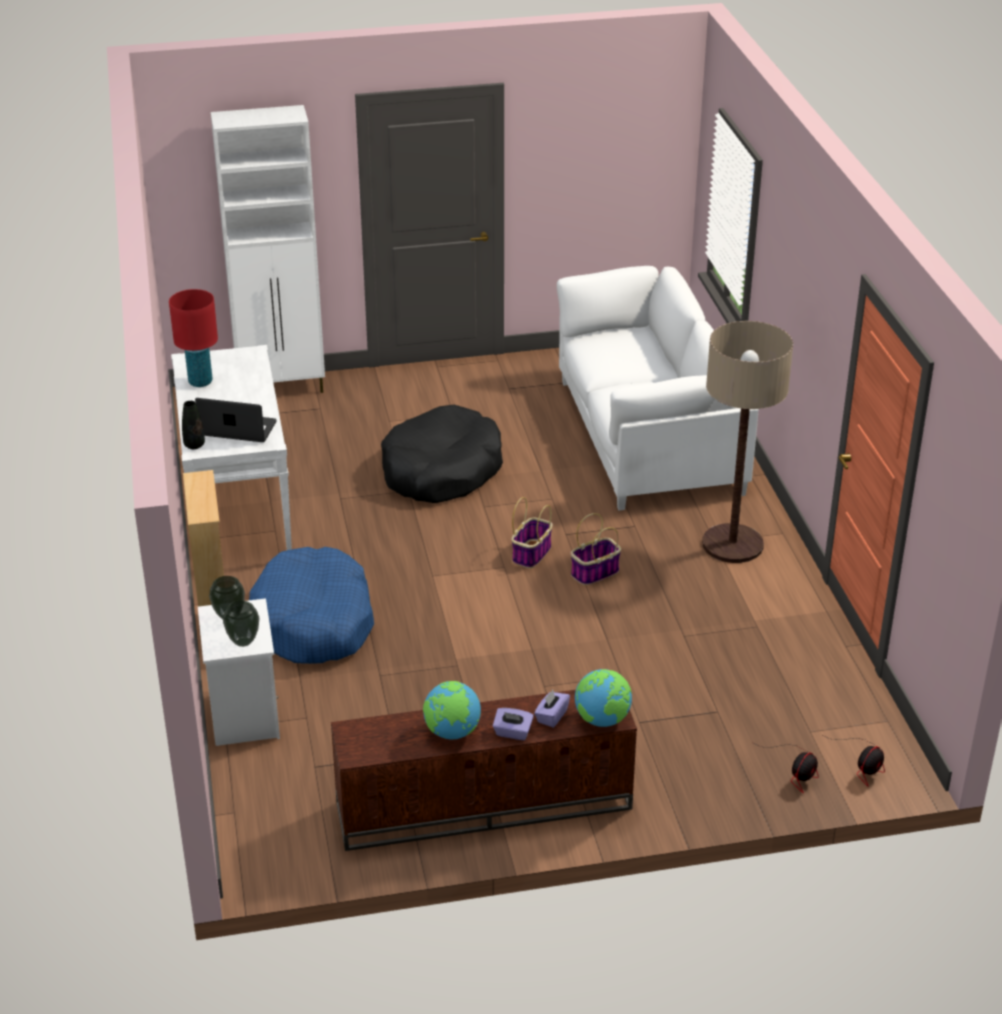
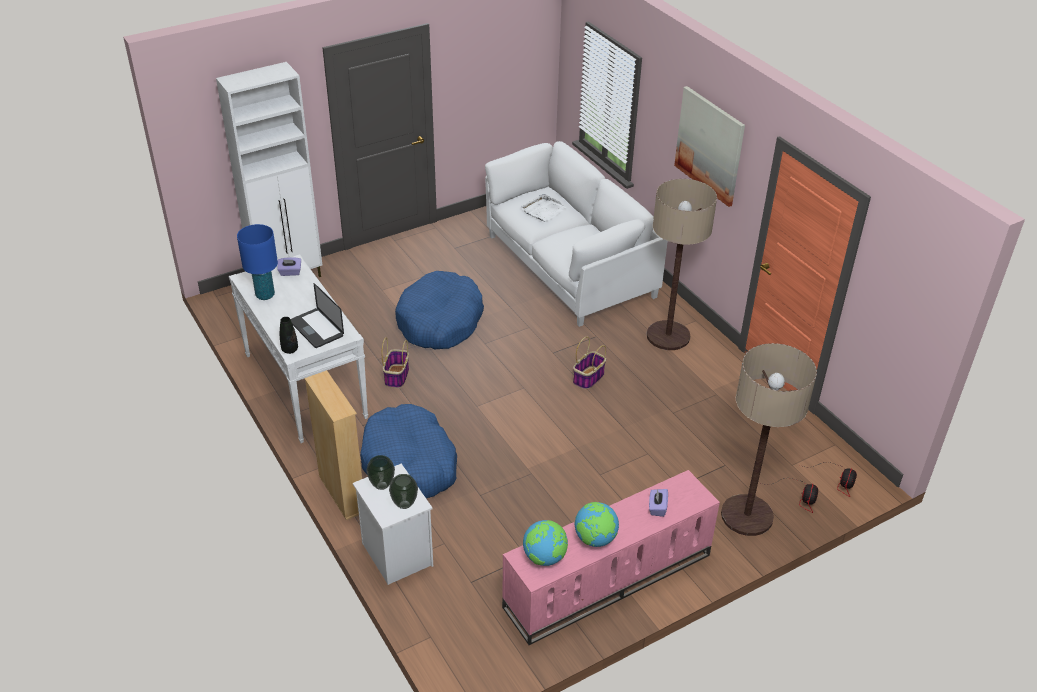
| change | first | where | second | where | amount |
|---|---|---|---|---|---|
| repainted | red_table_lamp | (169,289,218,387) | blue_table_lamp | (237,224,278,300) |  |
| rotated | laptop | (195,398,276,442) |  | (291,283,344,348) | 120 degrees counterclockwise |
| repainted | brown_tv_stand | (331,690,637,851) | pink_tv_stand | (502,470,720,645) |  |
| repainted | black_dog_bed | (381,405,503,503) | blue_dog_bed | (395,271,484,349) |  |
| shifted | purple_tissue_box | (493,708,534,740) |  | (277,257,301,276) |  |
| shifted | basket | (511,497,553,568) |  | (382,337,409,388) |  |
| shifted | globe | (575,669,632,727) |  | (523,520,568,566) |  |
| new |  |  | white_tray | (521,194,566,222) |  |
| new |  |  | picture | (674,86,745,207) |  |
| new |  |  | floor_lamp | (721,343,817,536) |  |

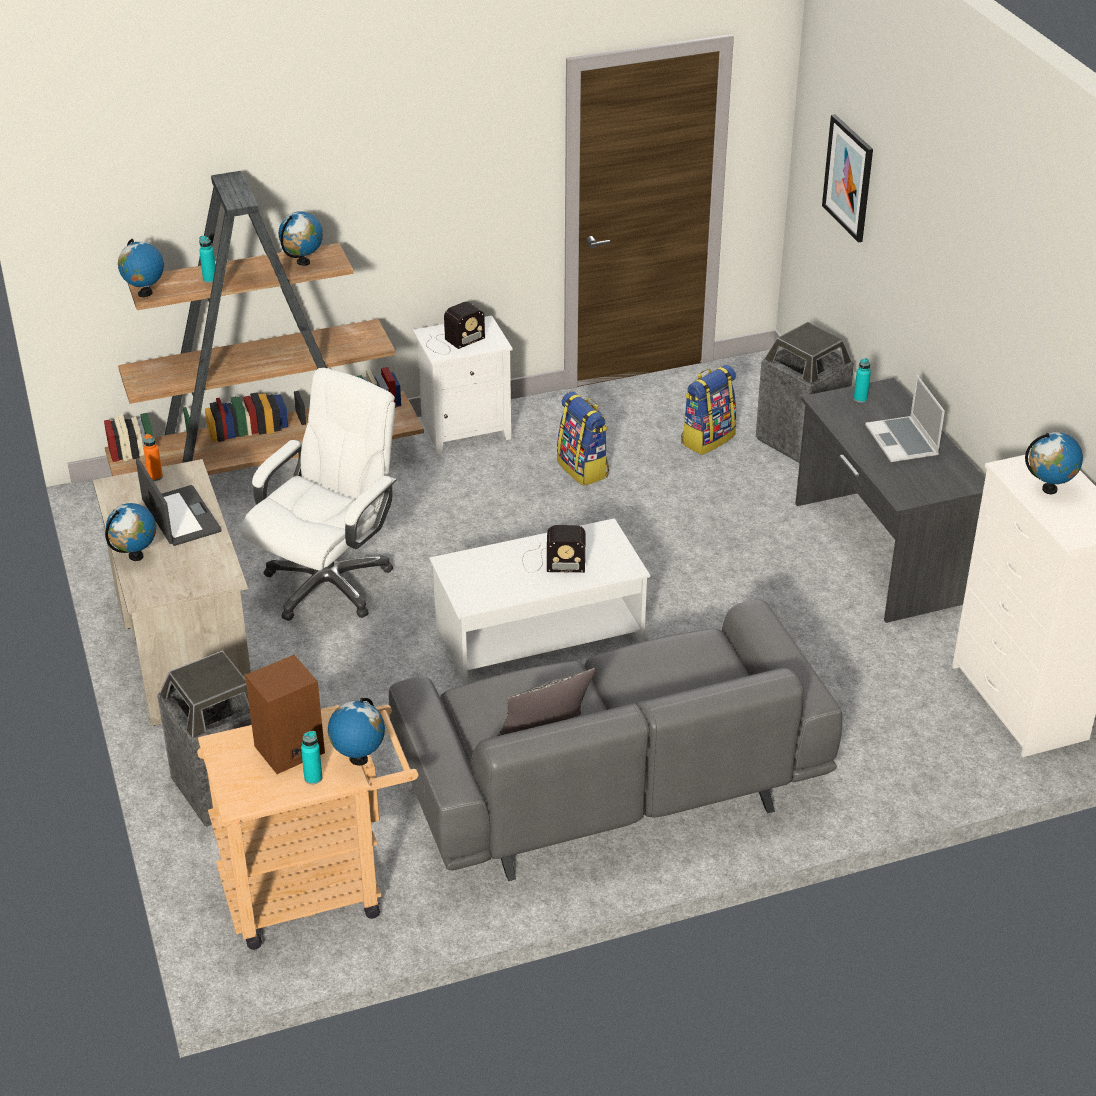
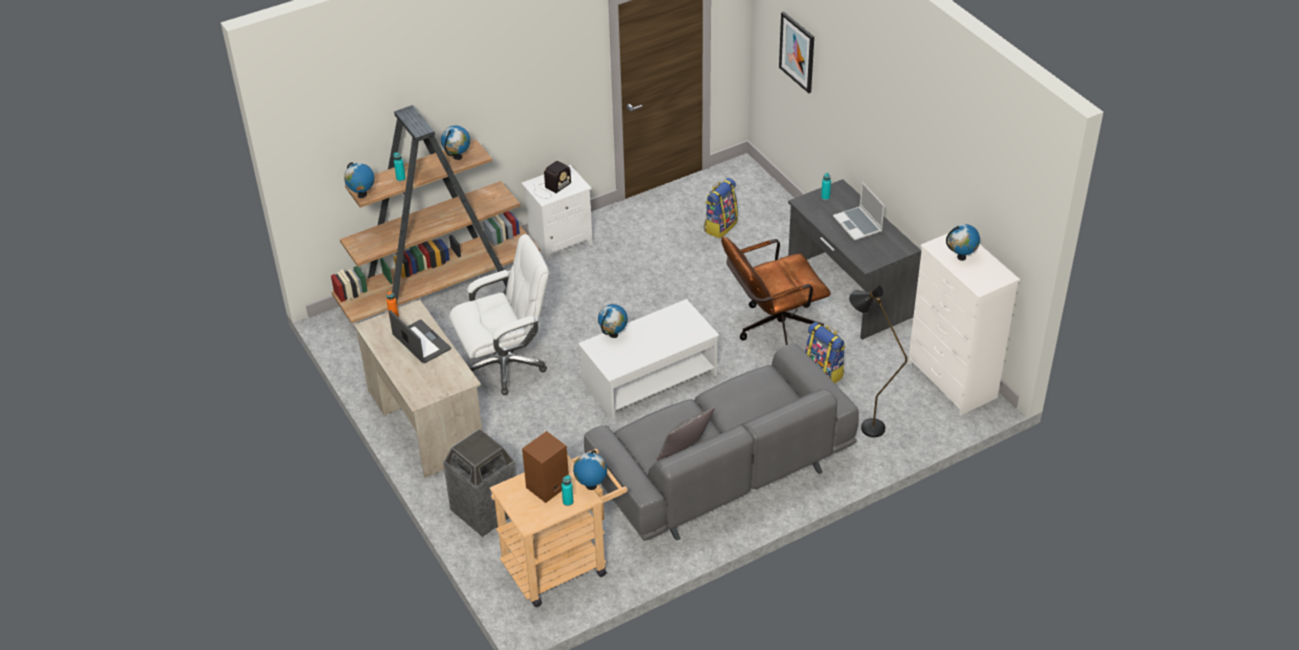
| change | first | where | second | where | amount |
|---|---|---|---|---|---|
| shifted | globe | (105,503,156,561) |  | (598,304,628,338) |  |
| rotated | white_office_chair | (241,368,397,621) |  | (449,234,549,395) | 45 degrees clockwise |
| gone | radio | (522,525,586,573) |  |  |  |
| shifted | backpack | (557,392,609,486) |  | (805,322,845,383) |  |
| gone | trash_can | (756,322,854,463) |  |  |  |
| new |  |  | brown_office_chair | (721,237,831,345) |  |
| new |  |  | black_floor_lamp | (849,286,907,437) |  |

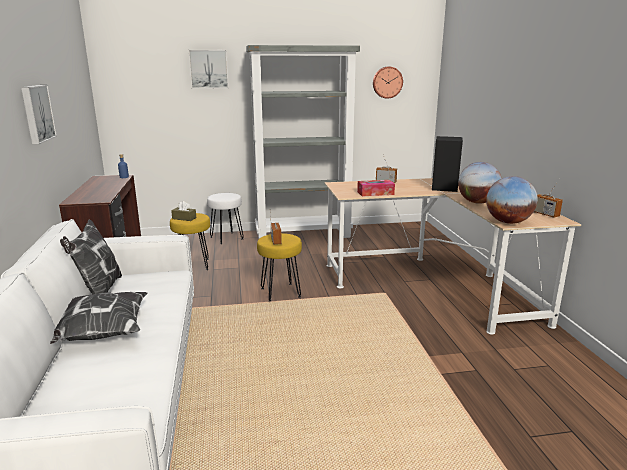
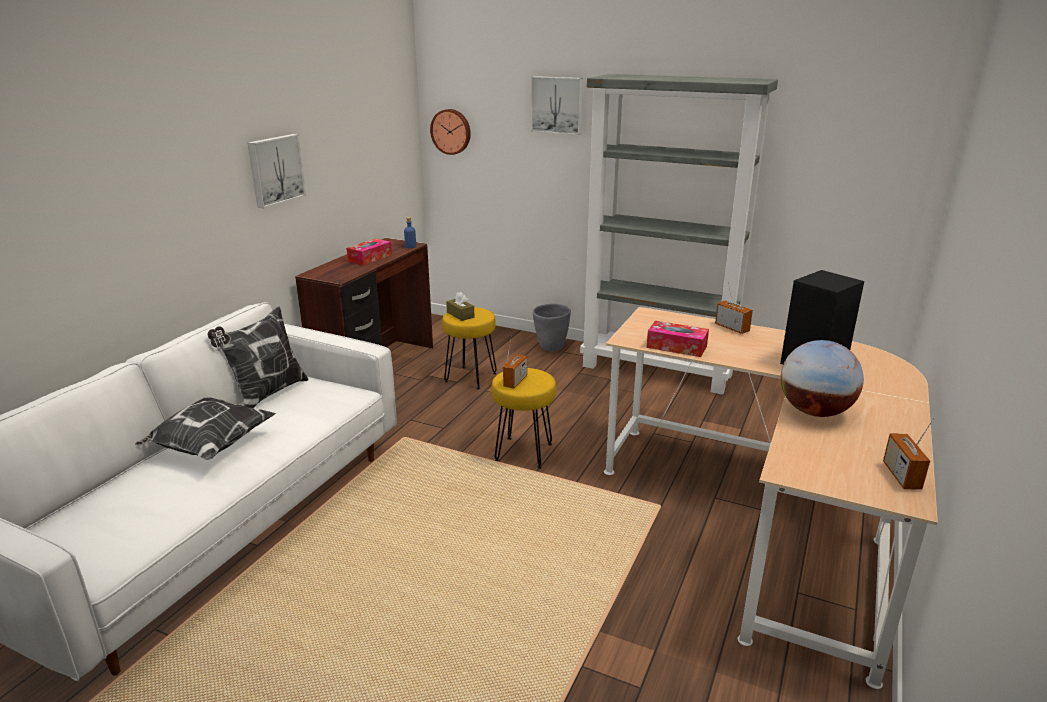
| change | first | where | second | where | amount |
|---|---|---|---|---|---|
| swapped | white_stool | (207,193,244,244) | grey_planter | (533,304,571,351) |  |
| shifted | wall_clock | (373,67,403,99) |  | (430,109,471,155) |  |
| gone | globe | (486,176,538,224) |  |  |  |
| new |  |  | tissue_box | (346,238,392,265) |  |

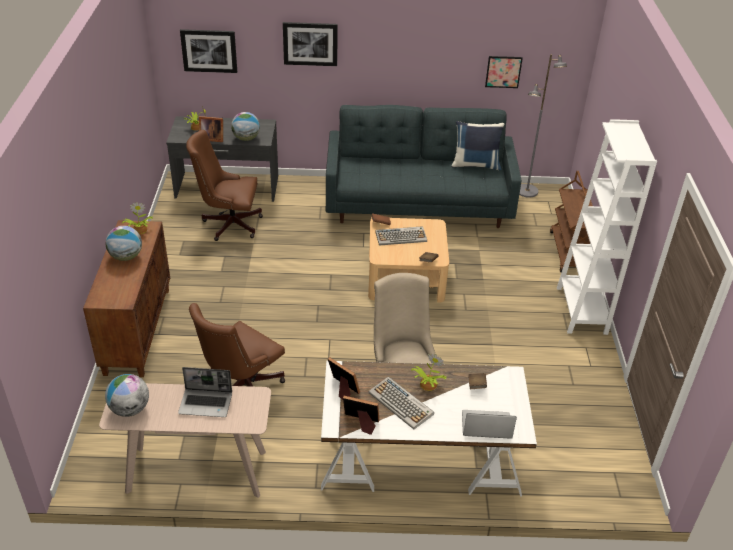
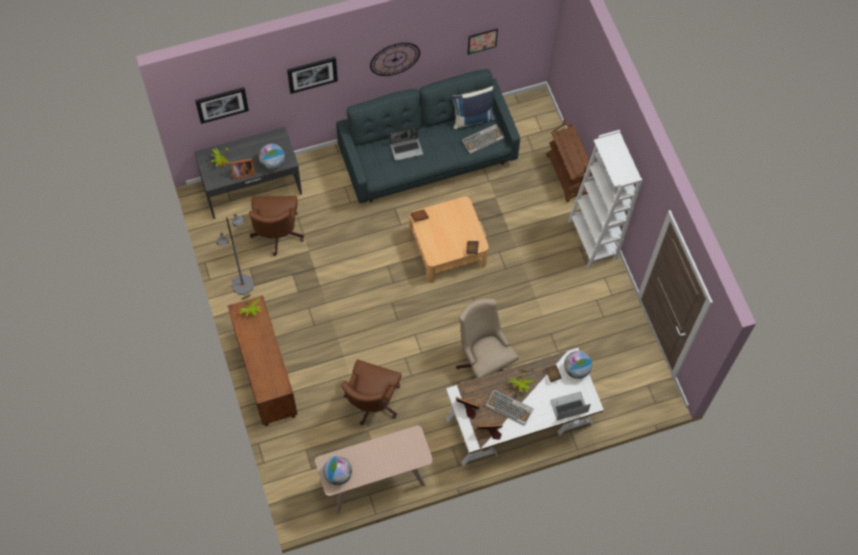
| change | first | where | second | where | amount |
|---|---|---|---|---|---|
| shifted | globe | (105,226,142,261) |  | (564,351,592,379) |  |
| shifted | laptop | (178,367,232,417) |  | (390,127,423,161) |  |
| rotated | brown_office_chair | (186,130,263,241) |  | (249,196,304,256) | 75 degrees counterclockwise |
| shifted | keyboard | (375,226,427,246) |  | (461,124,504,154) |  |
| shifted | grey_floor_lamp | (519,54,567,198) |  | (216,213,254,295) |  |
| new |  |  | wall_clock | (370,43,420,76) |  |

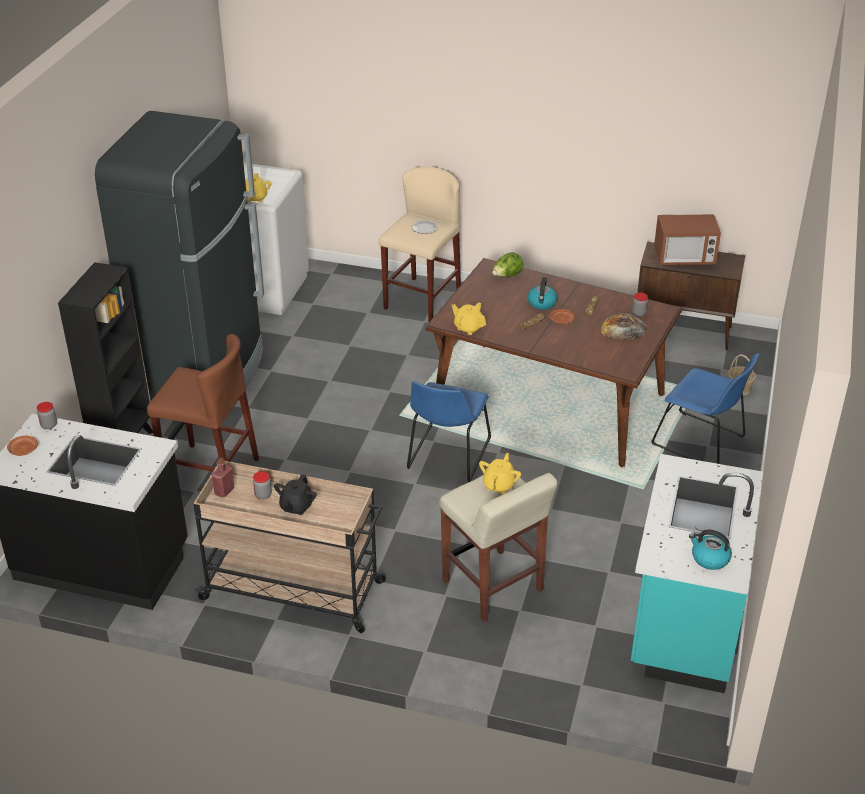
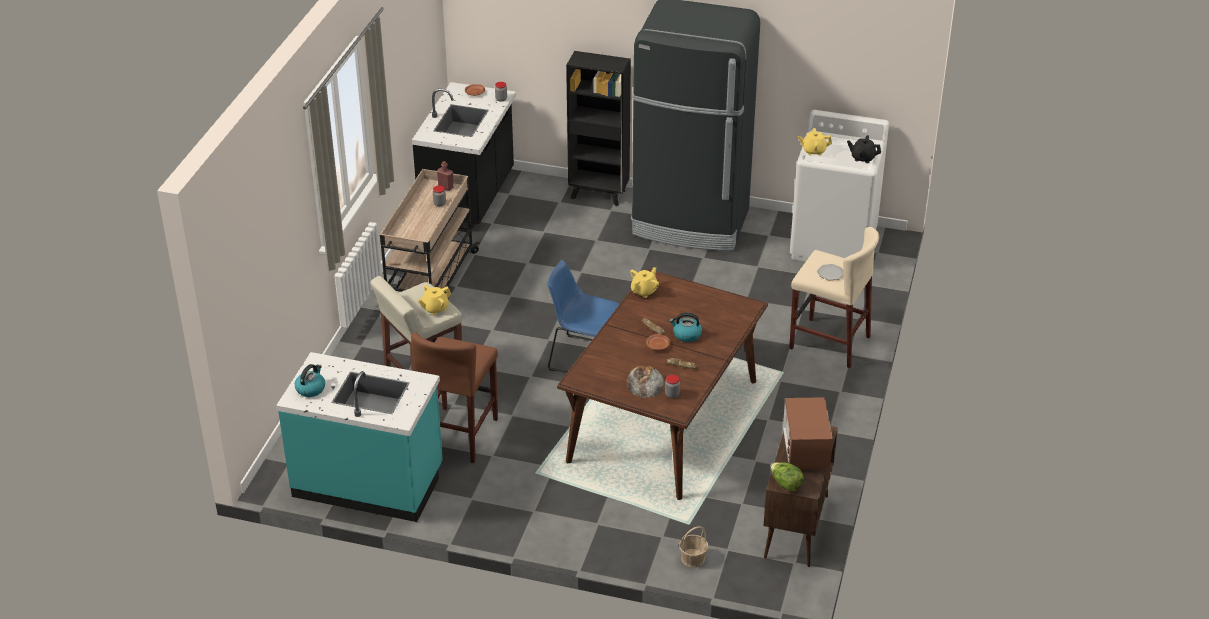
| change | first | where | second | where | amount |
|---|---|---|---|---|---|
| shifted | brown_stool | (147,334,259,472) |  | (411,332,498,463) |  |
| shifted | black_teapot | (274,474,316,515) |  | (847,135,881,163) |  |
| rotated | yellow_teapot | (479,453,521,494) |  | (418,285,451,315) | 120 degrees clockwise |
| shifted | lettuce | (492,252,523,277) |  | (771,462,804,491) |  |
| gone | blue_chair | (651,353,760,464) |  |  |  |

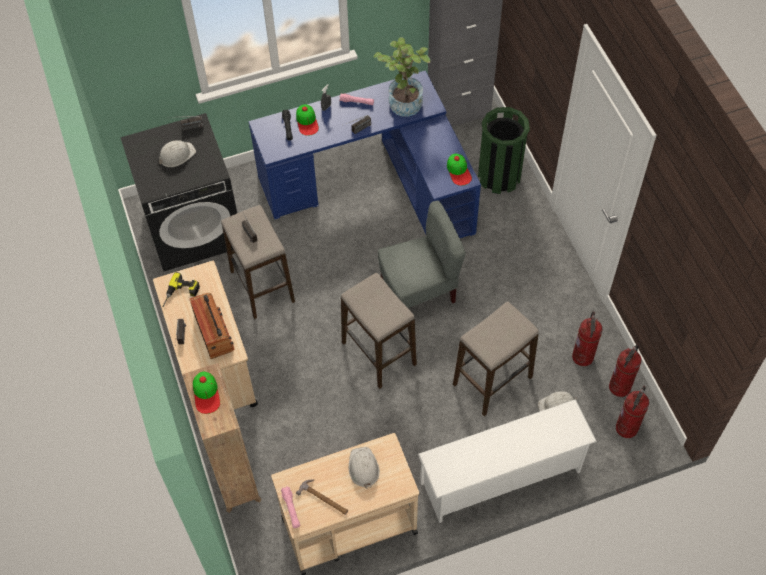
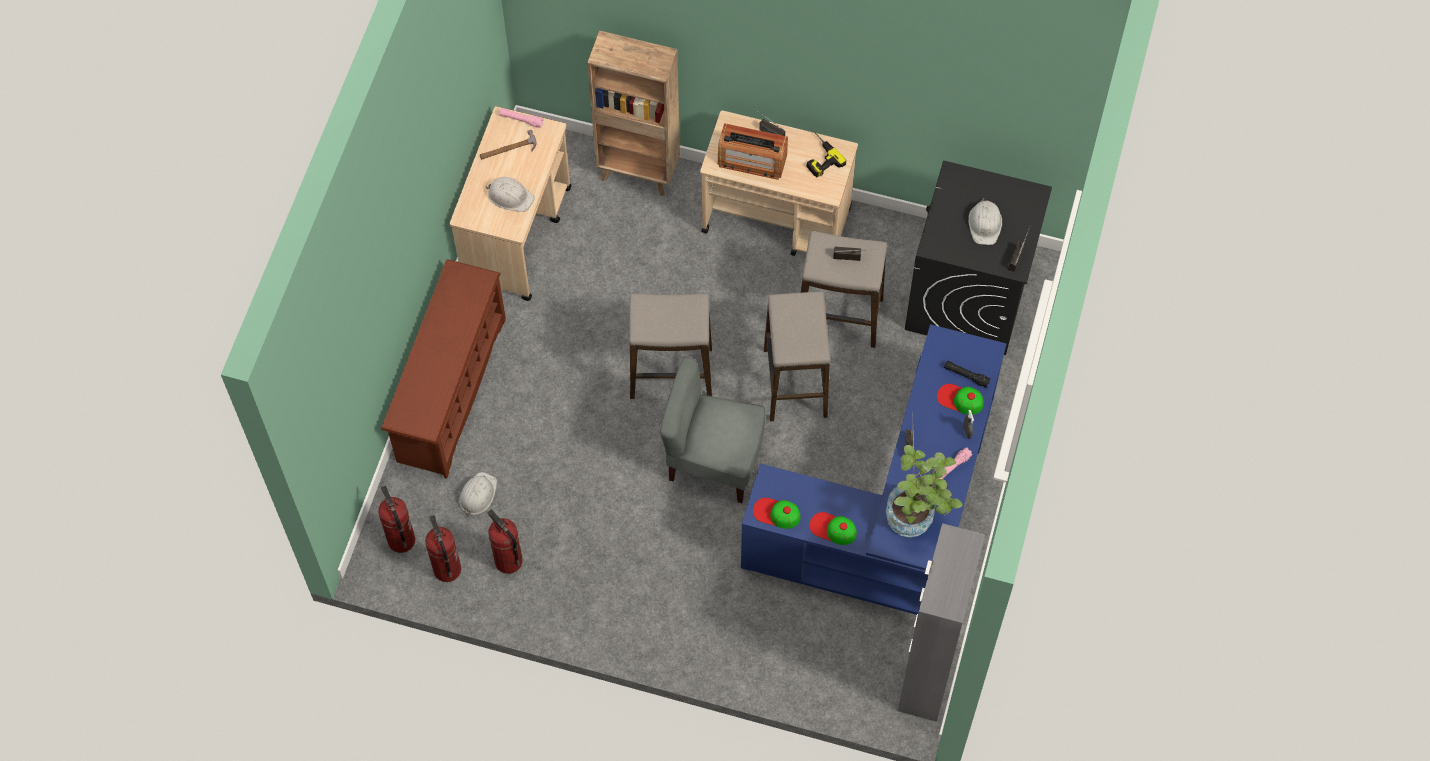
| change | first | where | second | where | amount |
|---|---|---|---|---|---|
| shifted | cap | (193,372,220,414) |  | (809,512,857,545) |  |
| rotated | grey_chair | (378,201,466,308) |  | (660,356,765,503) | 90 degrees clockwise |
| repainted | white_shoe_rack | (418,399,597,523) | brown_shoe_rack | (381,259,506,479) |  |
| shifted | stool | (453,302,539,416) |  | (764,292,830,421) |  |
| gone | green_trash_can | (478,107,530,194) |  |  |  |

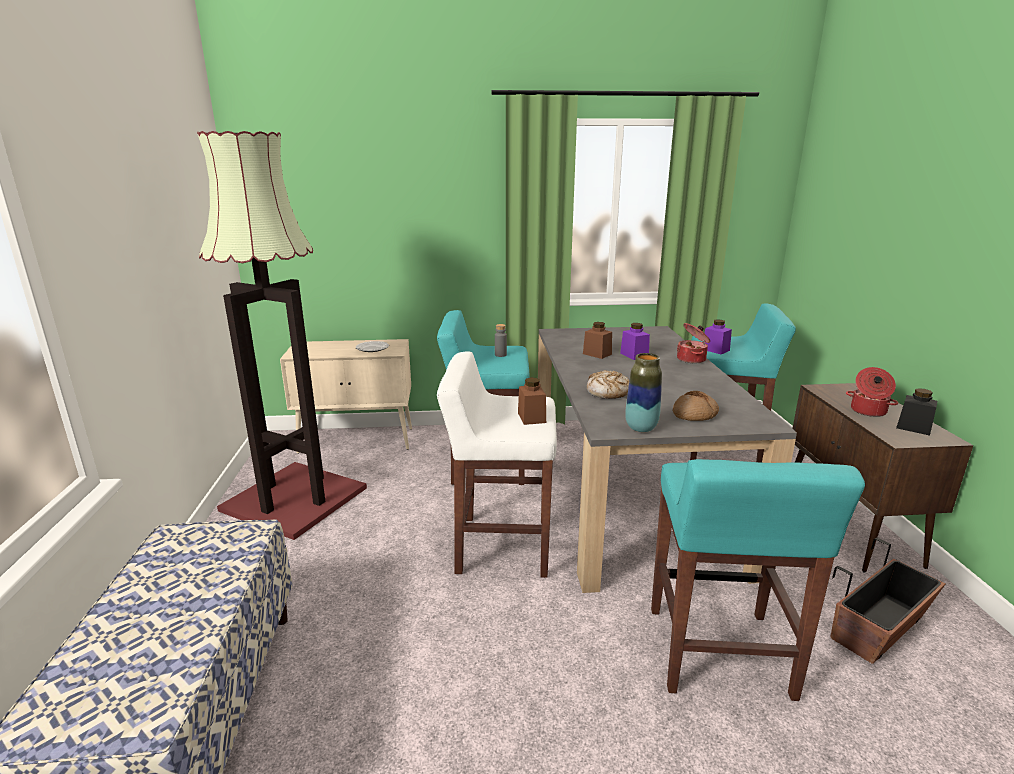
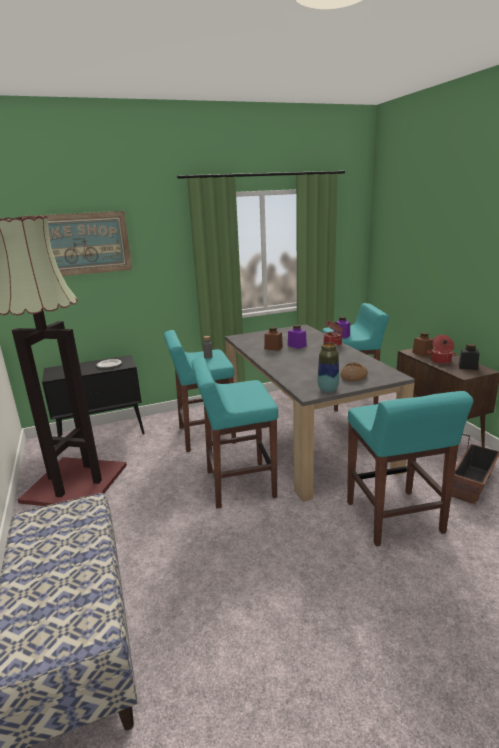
| change | first | where | second | where | amount |
|---|---|---|---|---|---|
| repainted | beige_cabinet | (280,339,412,454) | black_cabinet | (42,355,144,437) |  |
| repainted | white_stool | (437,351,557,578) | turquoise_stool | (192,357,278,508) |  |
| shifted | brown_jar | (518,378,546,425) |  | (412,332,433,357) |  |
| gone | bread | (587,370,629,399) |  |  |  |
| new |  |  | picture | (21,211,132,276) |  |

